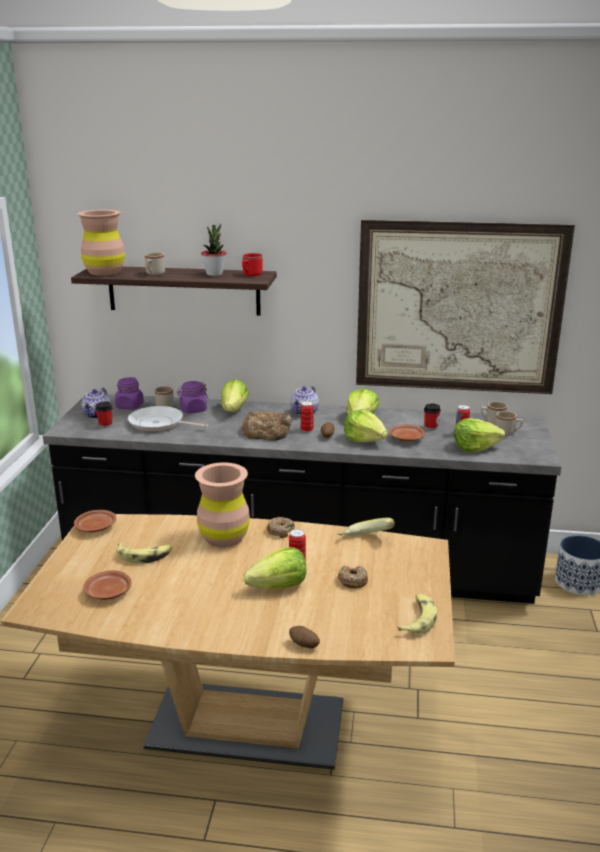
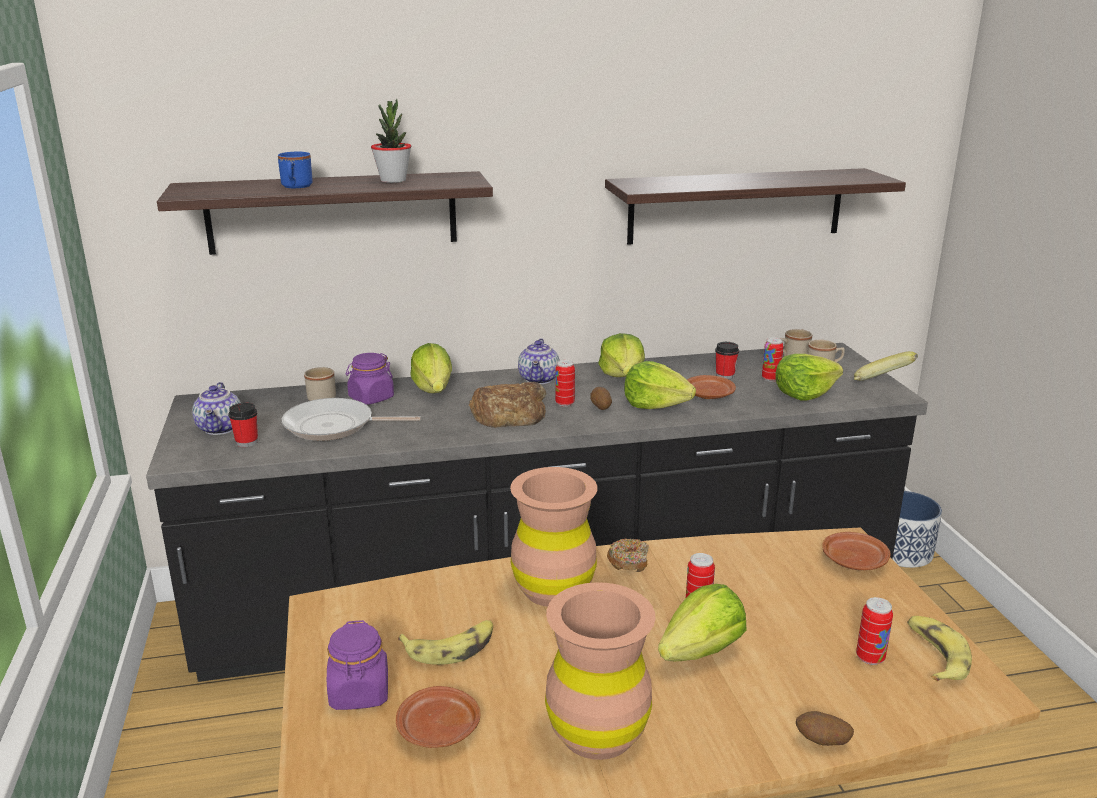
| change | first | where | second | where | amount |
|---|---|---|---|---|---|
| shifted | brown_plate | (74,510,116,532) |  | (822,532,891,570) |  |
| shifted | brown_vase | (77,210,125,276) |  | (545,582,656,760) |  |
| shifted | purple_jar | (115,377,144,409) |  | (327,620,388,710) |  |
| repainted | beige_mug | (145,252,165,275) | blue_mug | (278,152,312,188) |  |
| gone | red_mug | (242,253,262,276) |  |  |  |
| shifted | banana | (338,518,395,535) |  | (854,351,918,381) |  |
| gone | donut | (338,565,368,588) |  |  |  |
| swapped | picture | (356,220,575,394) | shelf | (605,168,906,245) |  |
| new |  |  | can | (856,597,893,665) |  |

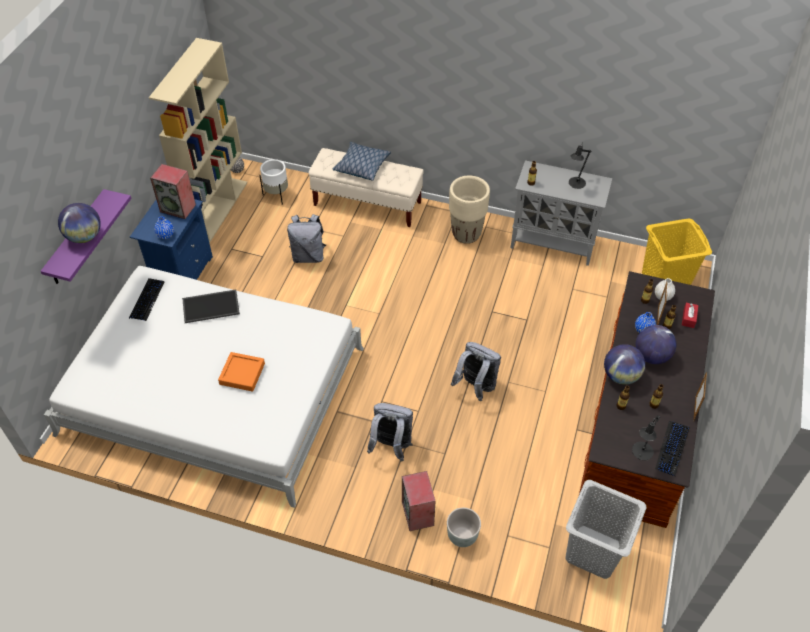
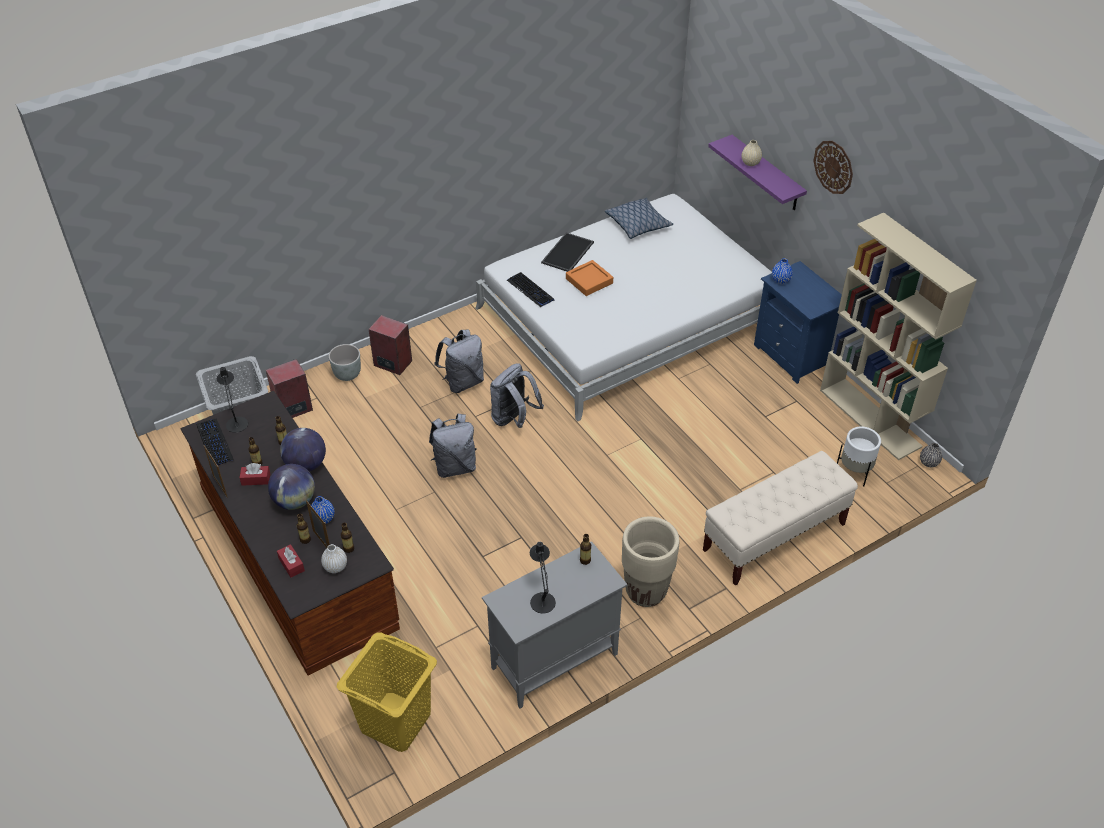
| change | first | where | second | where | amount |
|---|---|---|---|---|---|
| swapped | globe | (58,203,101,243) | beige_vase | (742,140,762,166) |  |
| shifted | keyboard | (129,278,165,321) |  | (507,272,554,307) |  |
| shifted | speaker | (150,164,196,219) |  | (266,359,313,418) |  |
| shifted | tray | (182,289,240,323) |  | (541,232,594,272) |  |
| shifted | grey_backpack | (287,214,326,263) |  | (490,363,544,428) |  |
| shifted | pillow | (333,142,391,181) |  | (605,198,673,239) |  |
| new |  |  | red_tissue_box | (239,463,270,486) |  |
| new |  |  | wall_clock | (813,141,853,194) |  |

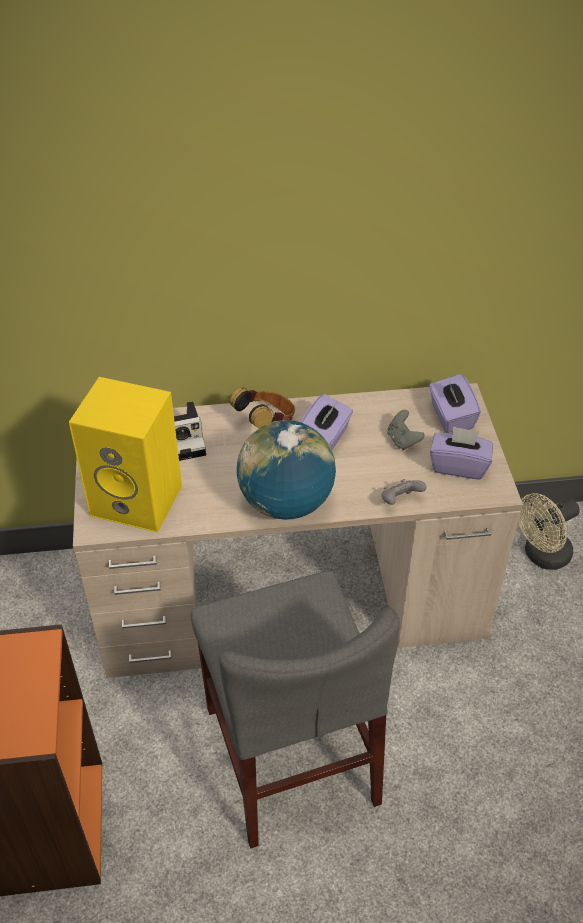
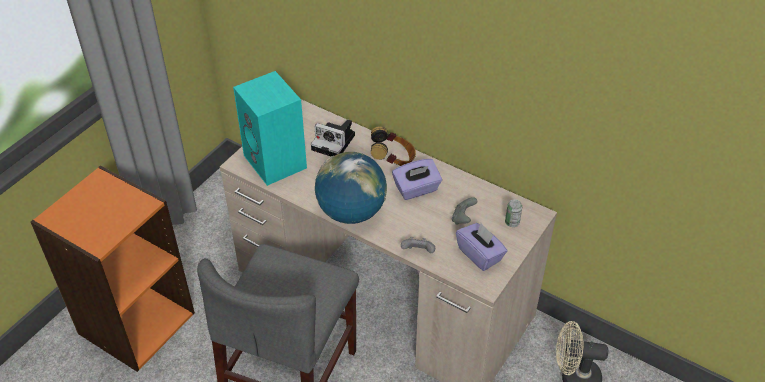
| change | first | where | second | where | amount |
|---|---|---|---|---|---|
| repainted | yellow_speaker | (69,377,182,533) | turquoise_speaker | (233,71,307,186) |  |
| swapped | purple_tissue_box | (429,374,481,433) | can | (505,199,522,227) |  |

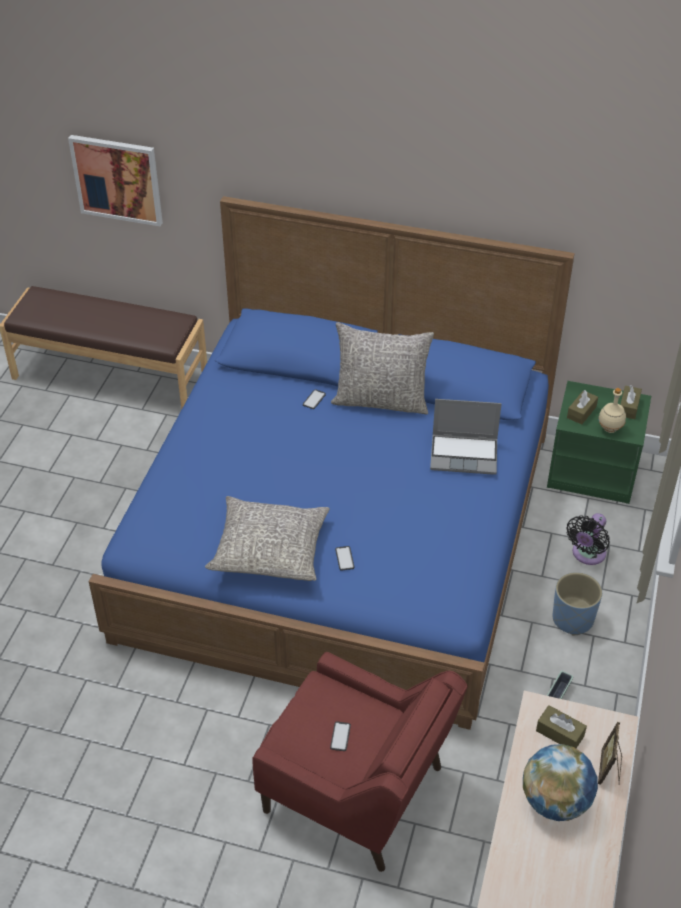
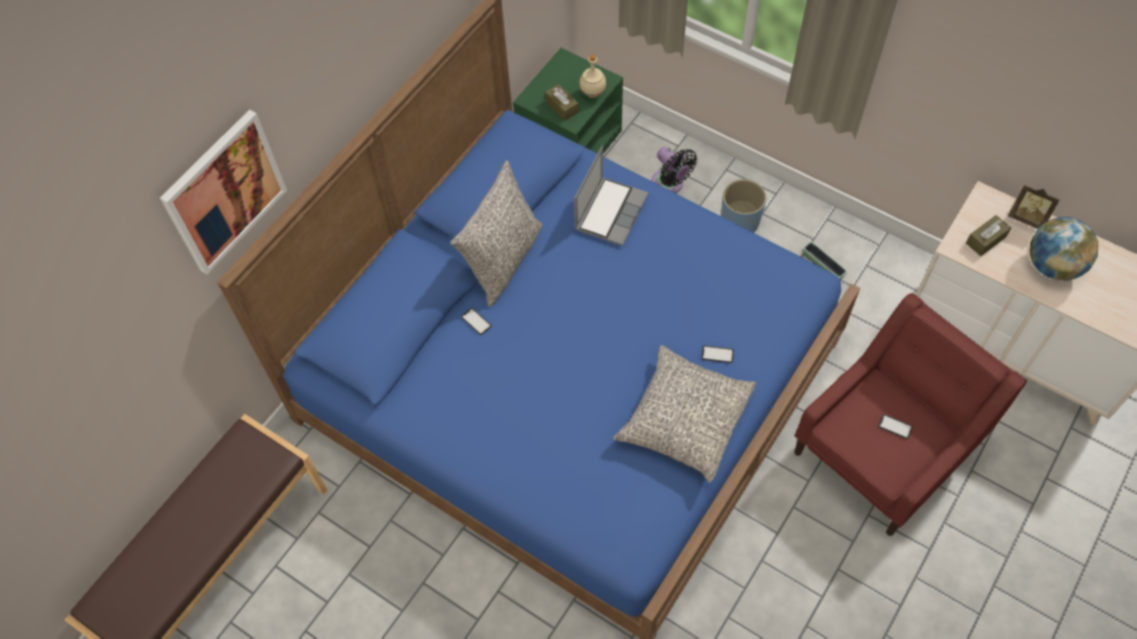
| change | first | where | second | where | amount |
|---|---|---|---|---|---|
| shifted | picture | (68,135,163,226) |  | (160,110,287,274) |  |
| gone | brown_tissue_box | (620,385,642,419) |  |  |  |

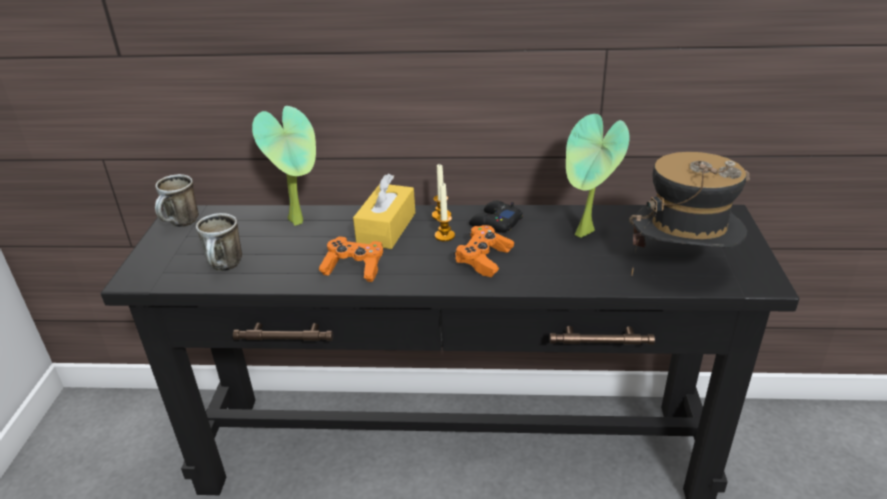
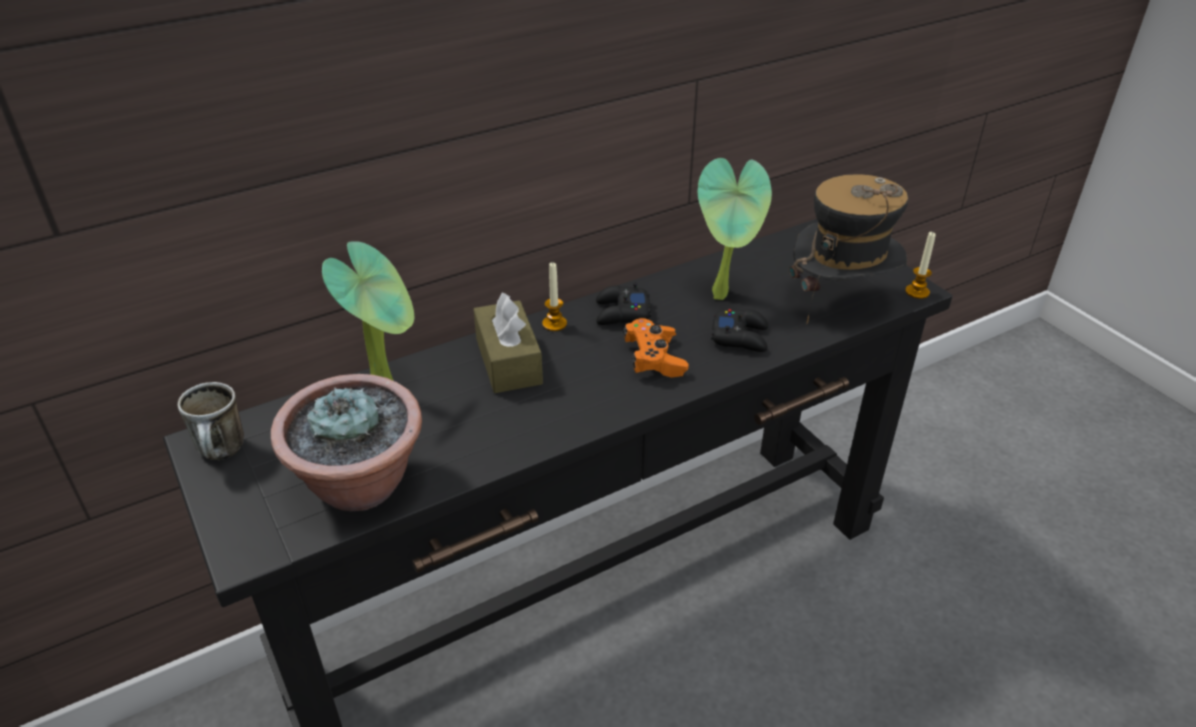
| change | first | where | second | where | amount |
|---|---|---|---|---|---|
| swapped | mug | (196,213,242,271) | potted_plant | (271,374,422,511) |  |
| gone | orange_game_controller | (319,237,383,282) |  |  |  |
| repainted | yellow_tissue_box | (353,173,415,249) | brown_tissue_box | (473,293,543,393) |  |
| shifted | candle | (435,183,455,242) |  | (905,232,936,299) |  |
| new |  |  | black_game_controller | (711,309,768,352) |  |

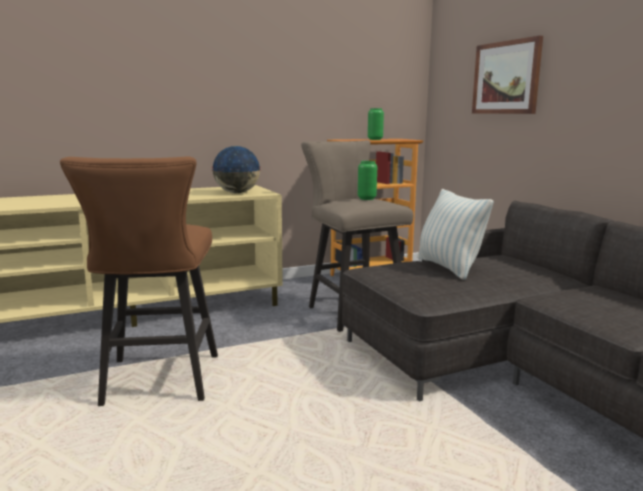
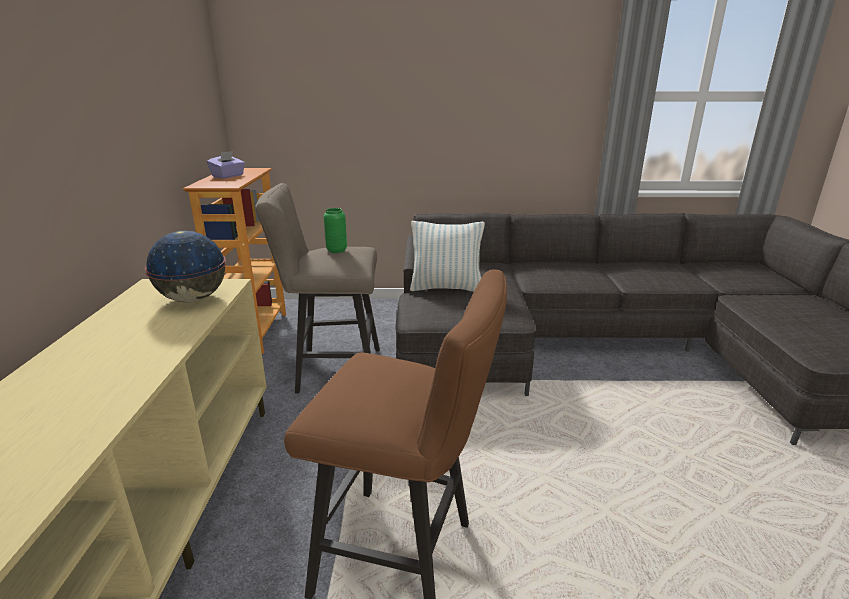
| change | first | where | second | where | amount |
|---|---|---|---|---|---|
| swapped | green_vase | (368,108,384,140) | purple_tissue_box | (207,151,245,179) |  |
| gone | picture | (472,35,543,114) |  |  |  |

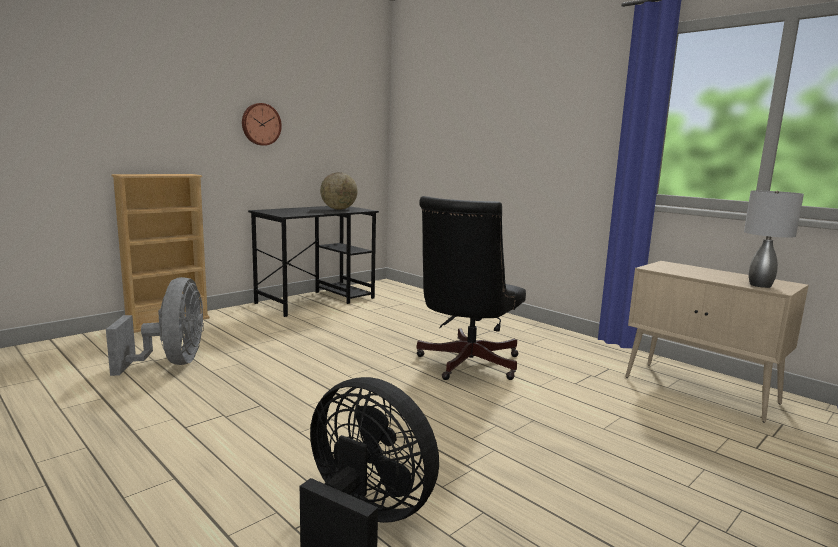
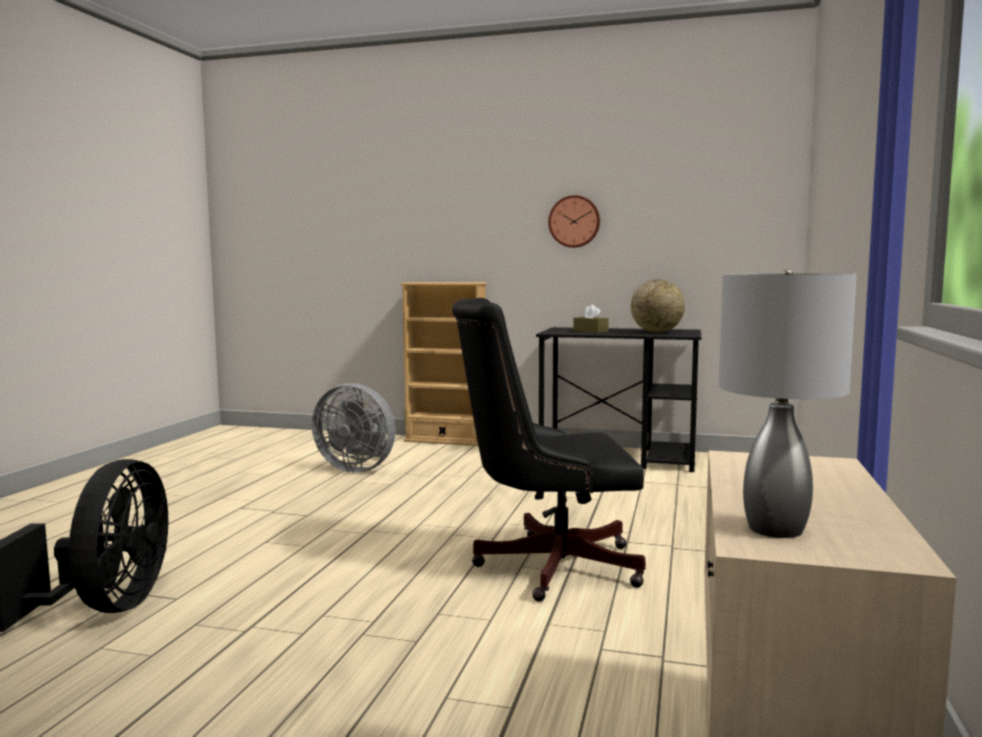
| change | first | where | second | where | amount |
|---|---|---|---|---|---|
| rotated | grey_fan | (106,277,204,376) |  | (312,383,396,472) | 60 degrees clockwise |
| new |  |  | brown_tissue_box | (573,304,609,333) |  |

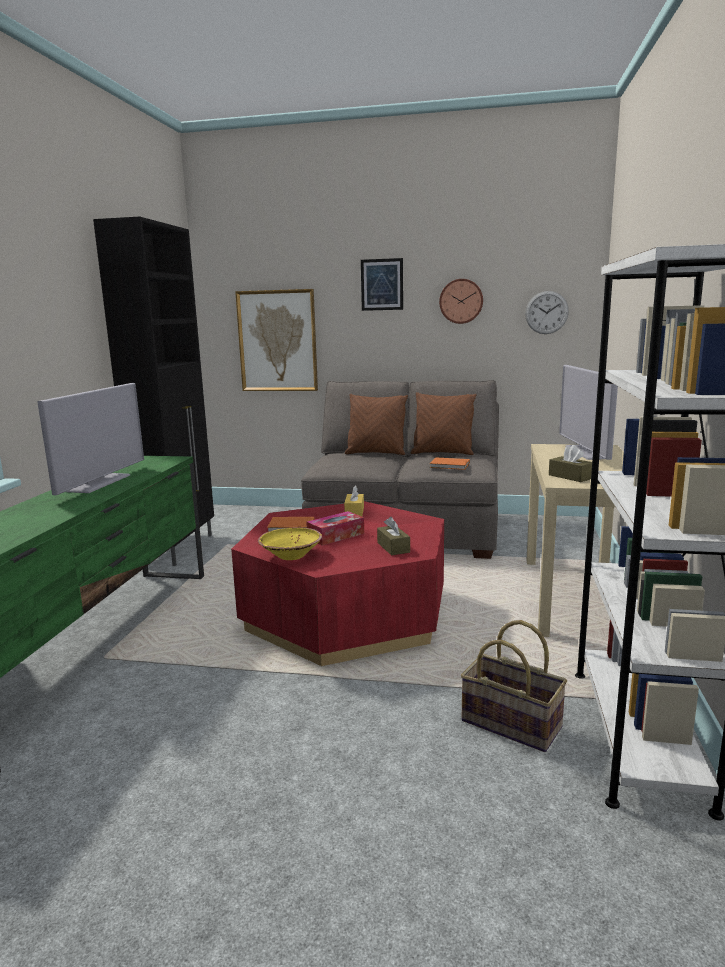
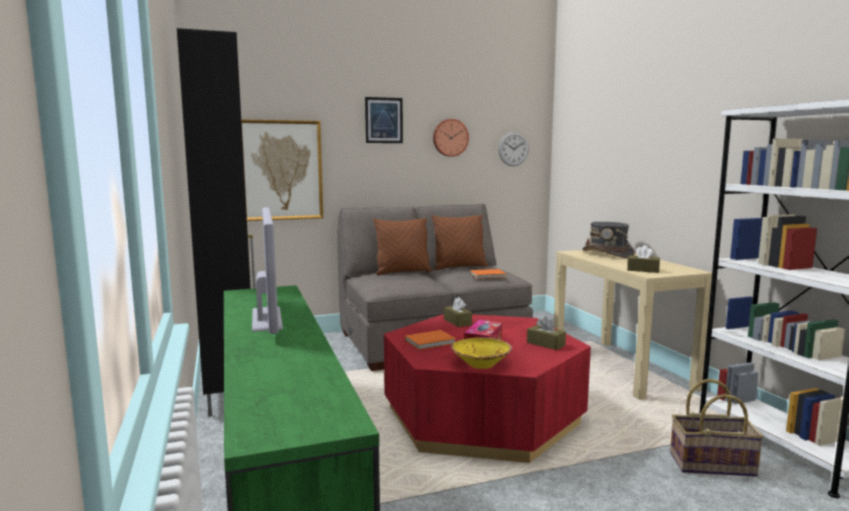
| change | first | where | second | where | amount |
|---|---|---|---|---|---|
| repainted | yellow_tissue_box | (344,485,364,516) | brown_tissue_box | (444,297,472,327) |  |
| swapped | television | (559,365,618,460) | grey_hat | (583,222,635,258) |  |

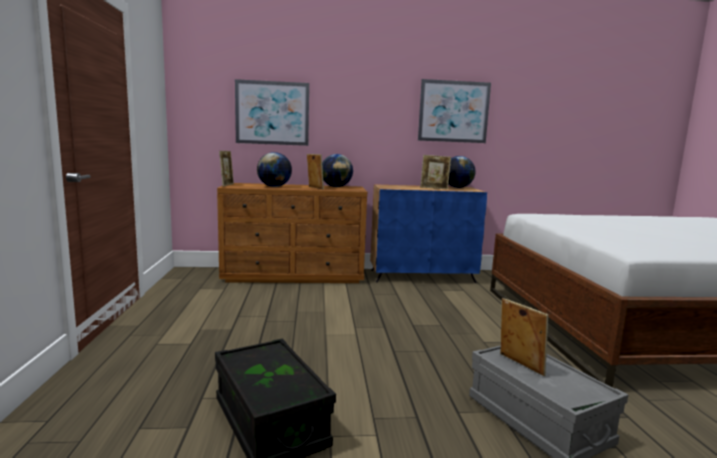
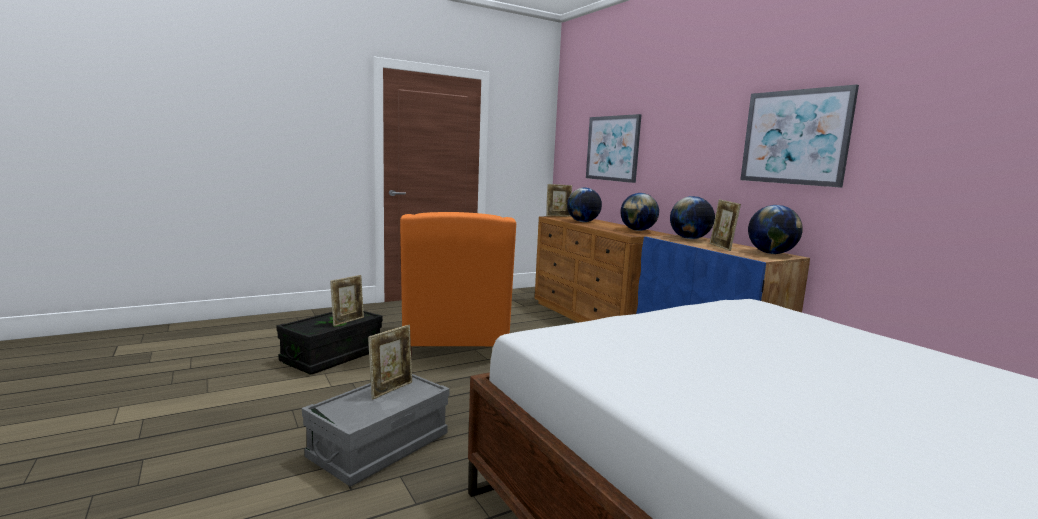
| change | first | where | second | where | amount |
|---|---|---|---|---|---|
| shifted | picture_frame | (307,154,324,189) |  | (330,275,364,326) |  |
| new |  |  | orange_armchair | (400,212,516,358) |  |
| new |  |  | globe | (670,196,715,239) |  |

